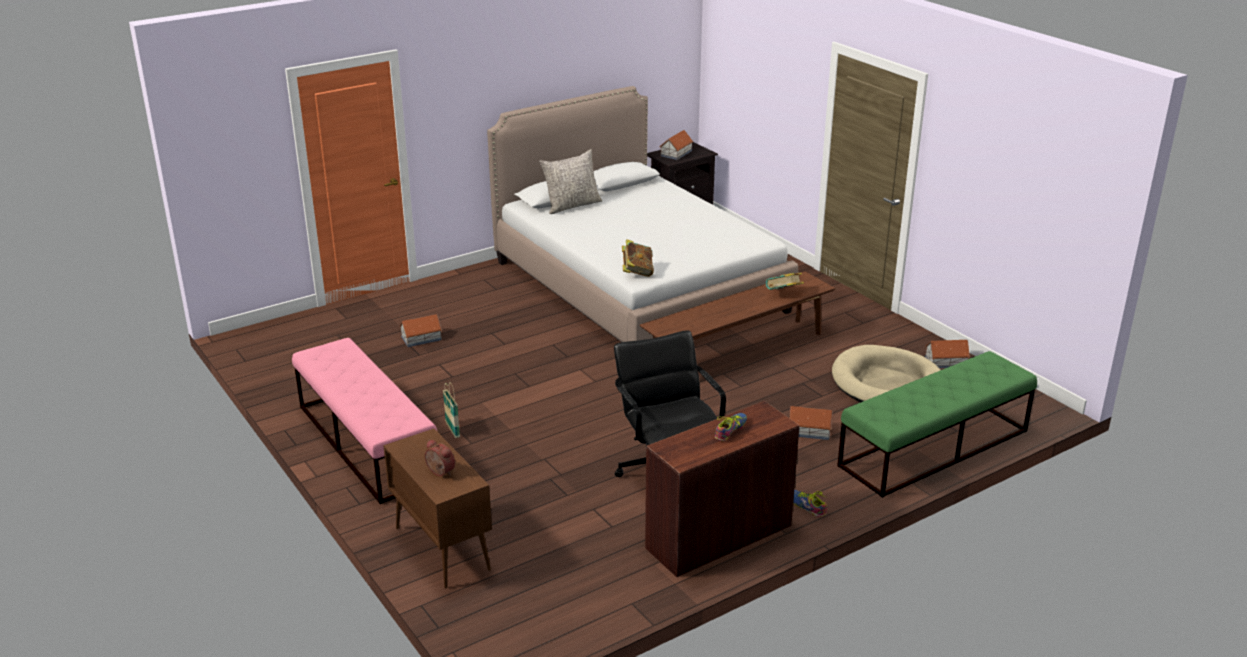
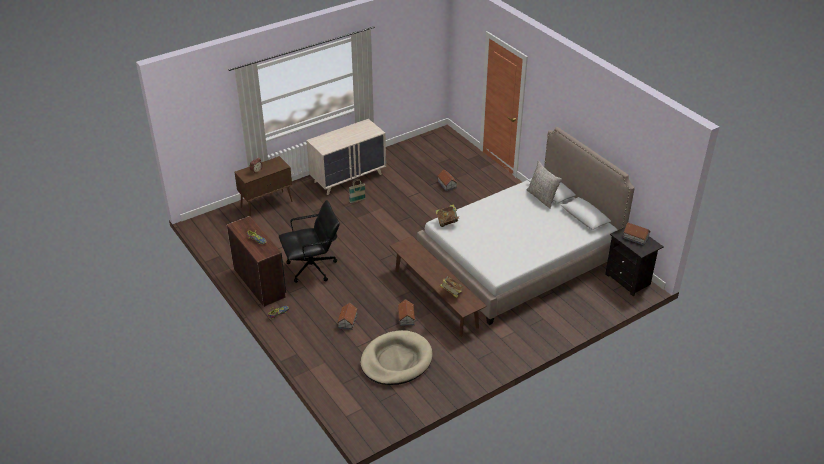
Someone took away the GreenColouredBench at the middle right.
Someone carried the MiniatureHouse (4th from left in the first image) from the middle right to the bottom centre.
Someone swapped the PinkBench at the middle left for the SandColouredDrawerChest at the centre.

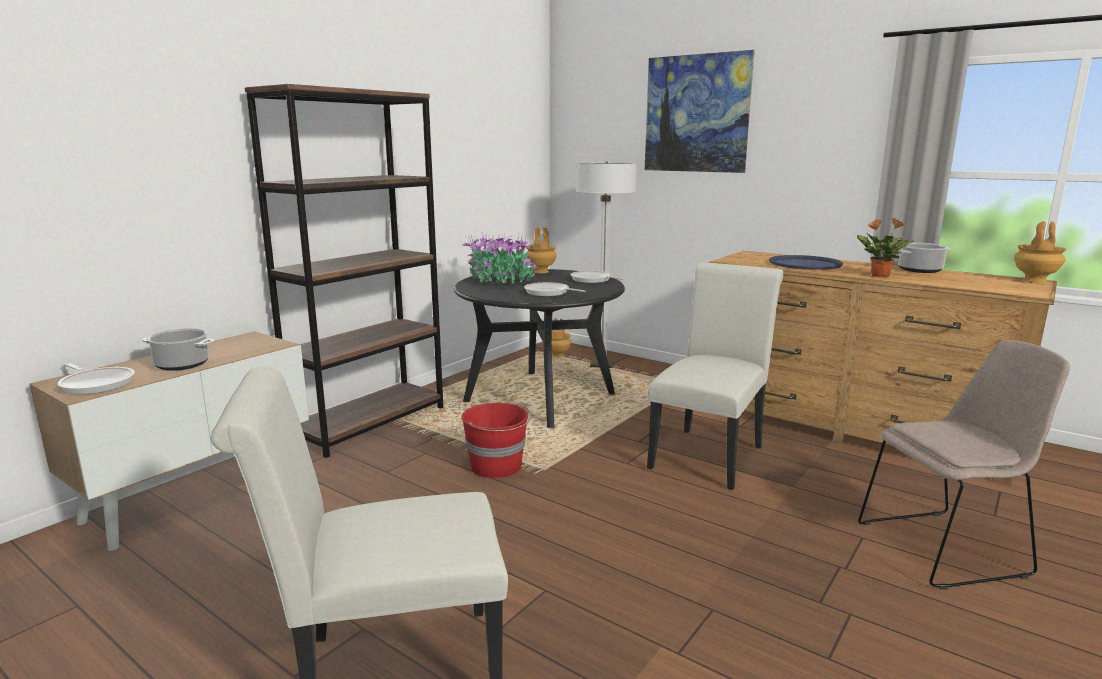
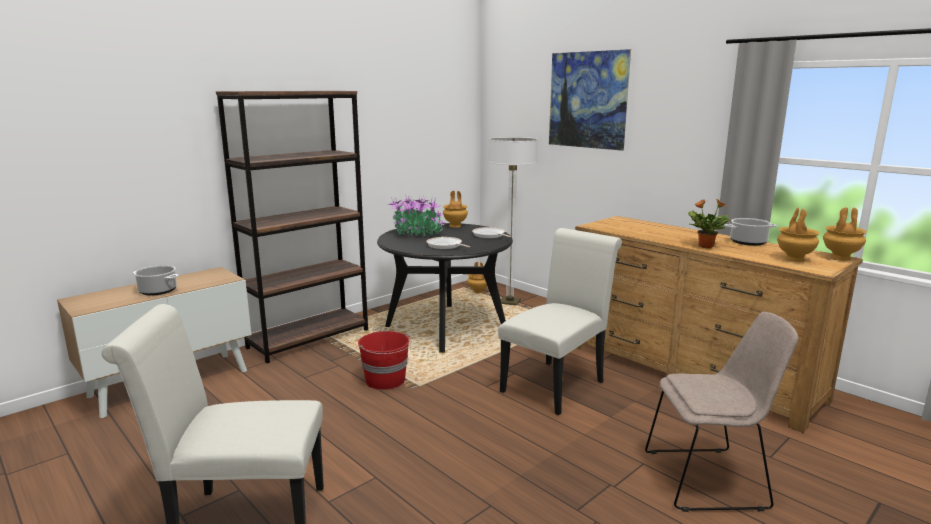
Someone took away the Skillet (1st from left) at the middle left.
Someone took away the BluishServingTray at the middle right.
Someone put down the BrownishDecorativeVase (3rd from left) at the middle right.

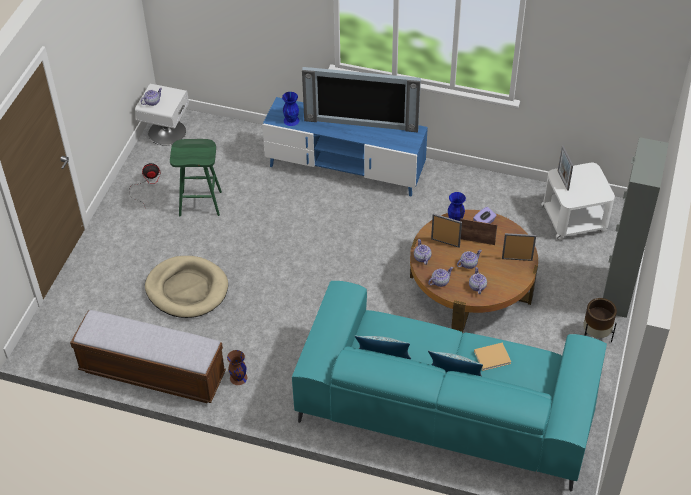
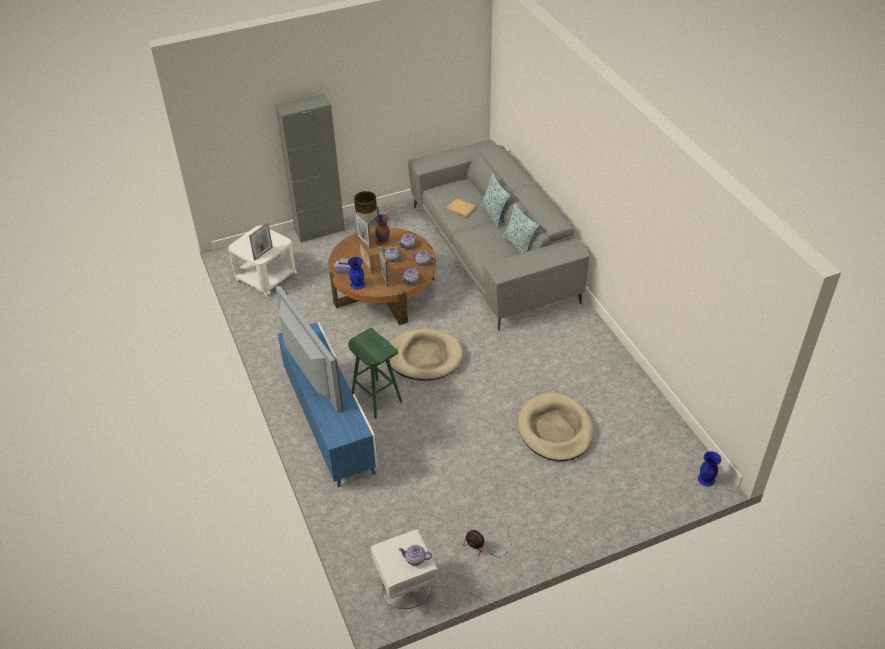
Someone took away the Bench at the bottom left.
Someone put down the SandColouredPetBed (1st from left) at the centre.
Someone carried the GreenColouredSittingStool from the middle left to the centre.
Someone carried the BrownishDecorativeVase from the bottom centre to the centre.
Someone carried the BluishDecorativeVase (1st from left in the first image) from the top centre to the bottom right.
Someone repainted the BlueGreenSofa at the bottom centre, which became the GreySofa at the centre.

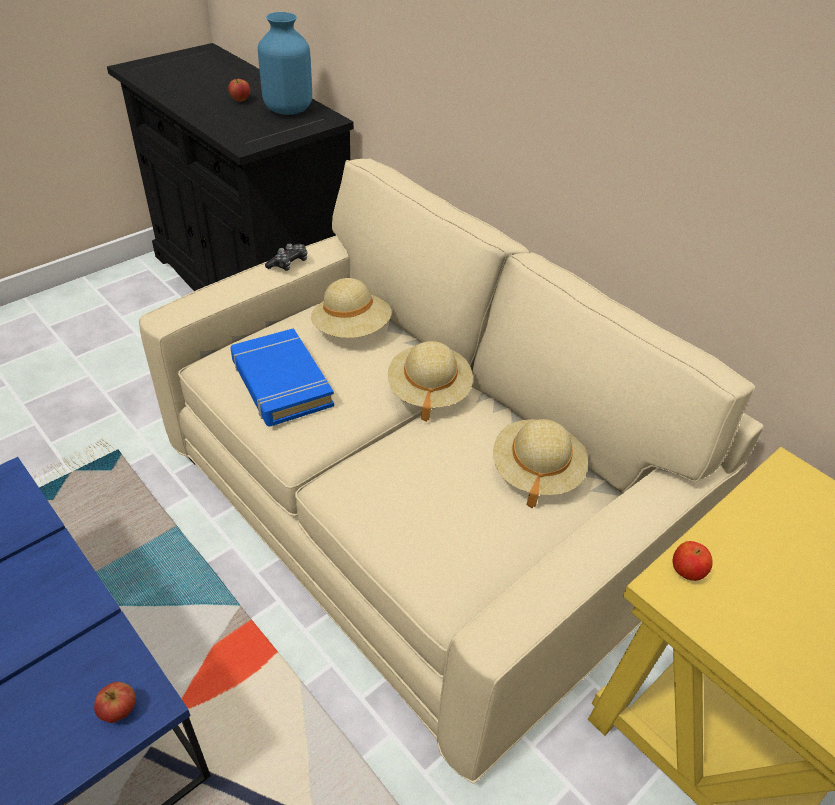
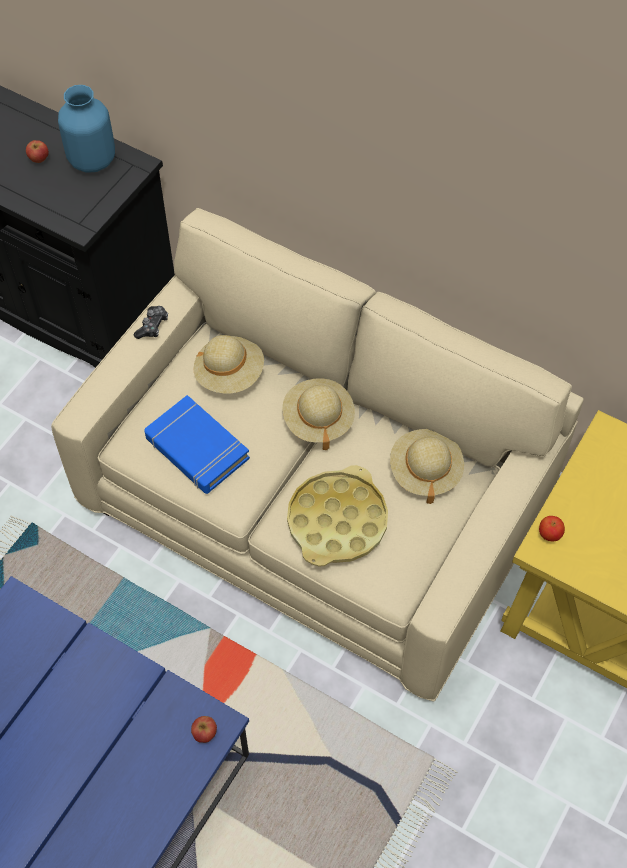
Someone put down the YellowServingTray at the centre.

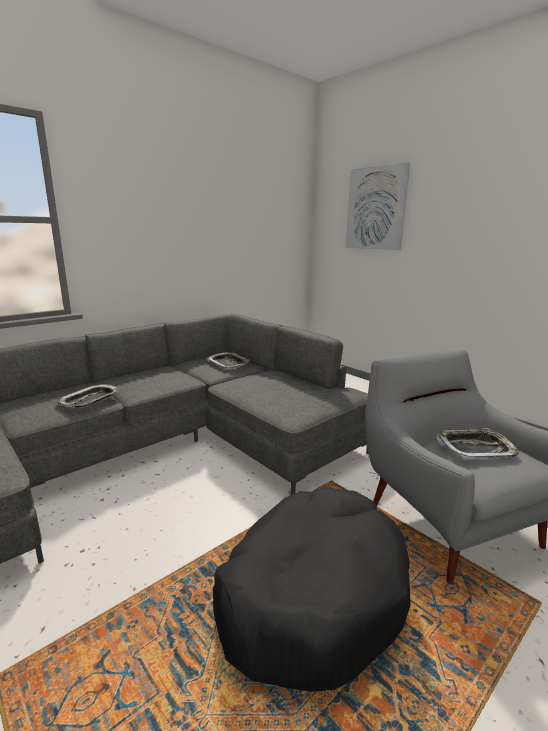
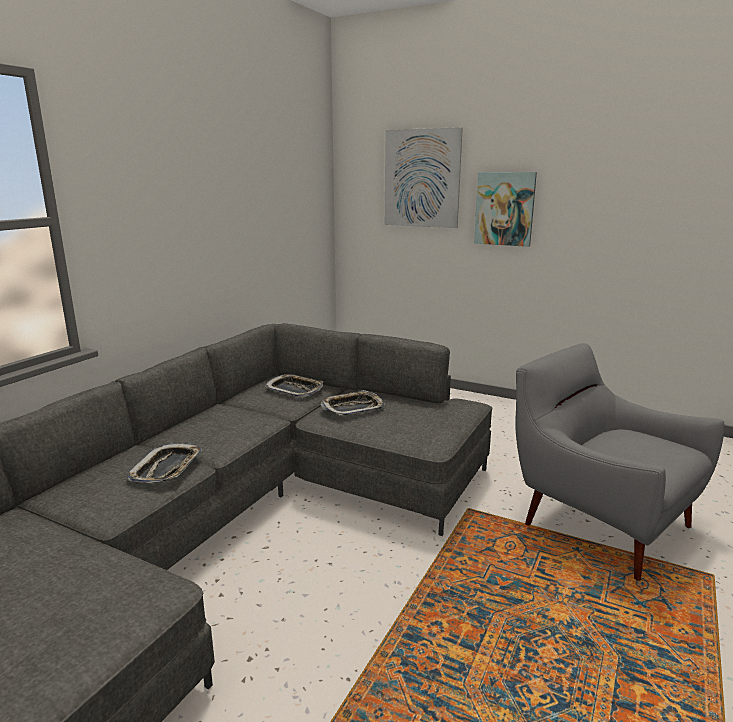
Someone took away the BlackishPetBed at the bottom centre.
Someone put up the WallPicture (2nd from left) at the top right.
Someone carried the ServingTray (3rd from left) from the middle right to the centre.

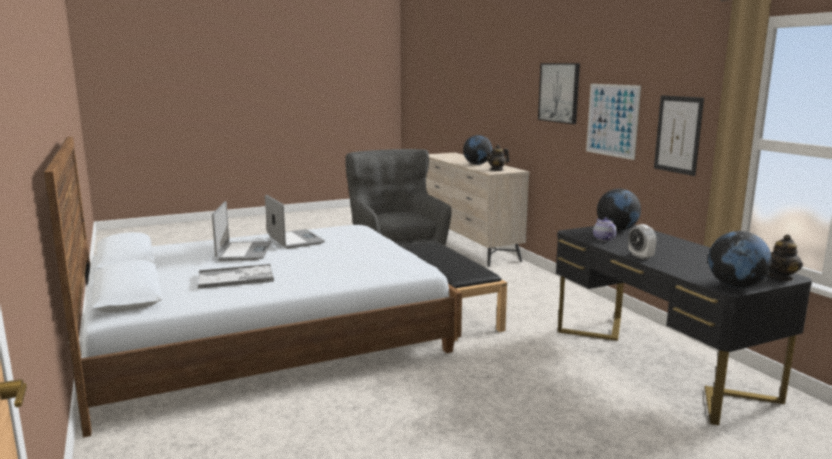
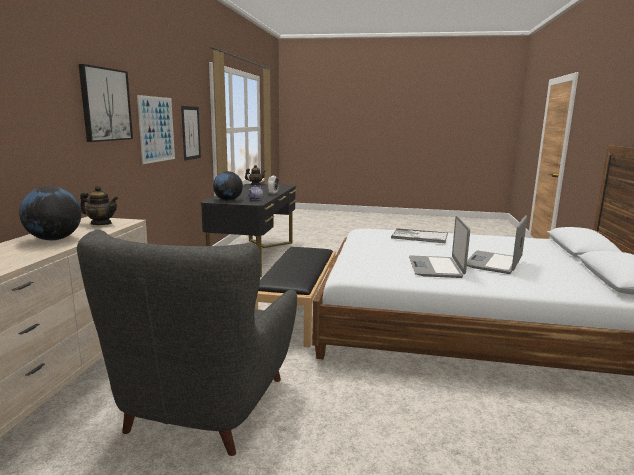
Someone took away the DeskGlobe (3rd from left) at the middle right.
Someone carried the ServingTray from the middle left to the centre.

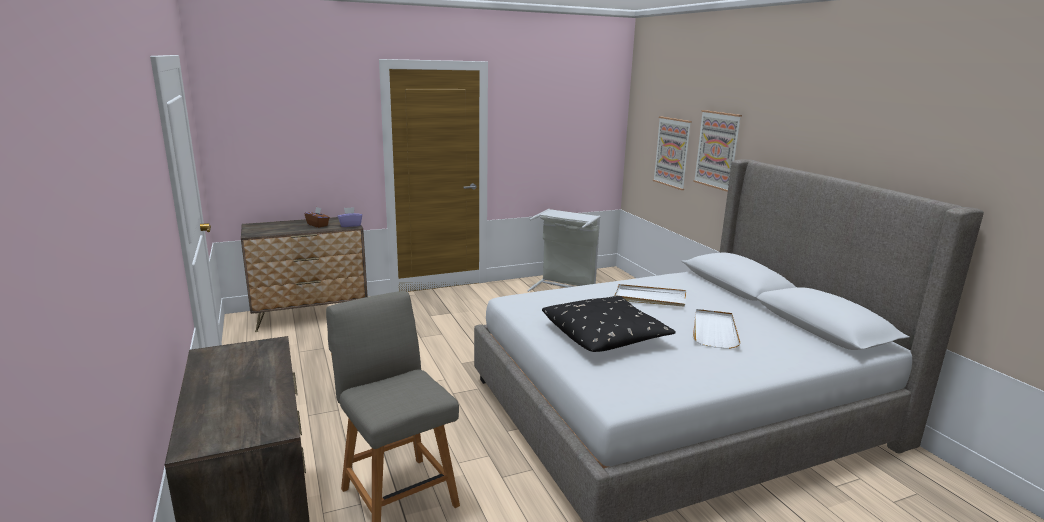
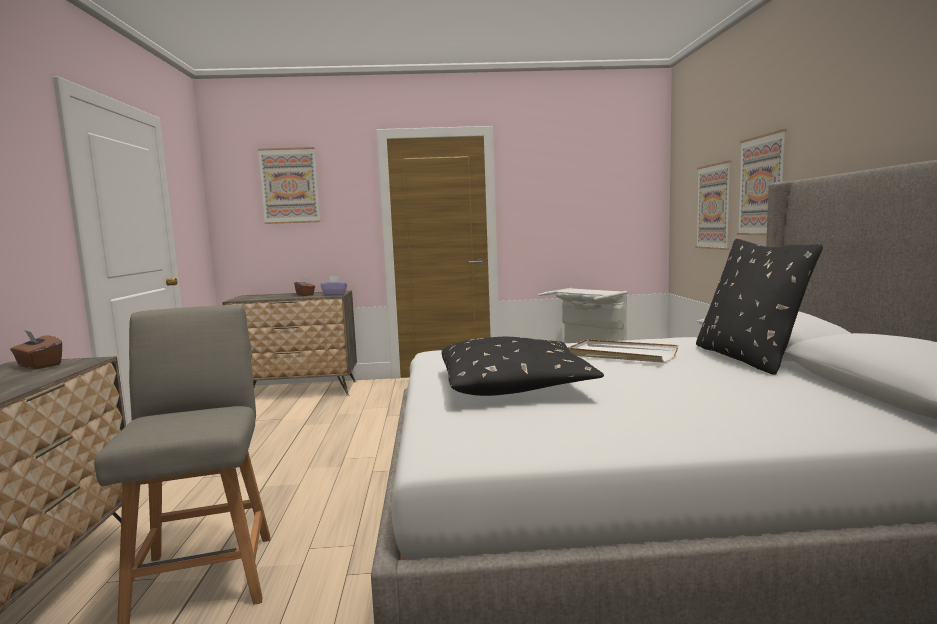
Someone took away the WhitishServingTray (2nd from left) at the middle right.
Someone put down the BrownishTissueBox (1st from left) at the middle left.
Someone put up the WallPicture (1st from left) at the top left.
Someone put down the BlackishPillow (2nd from left) at the middle right.

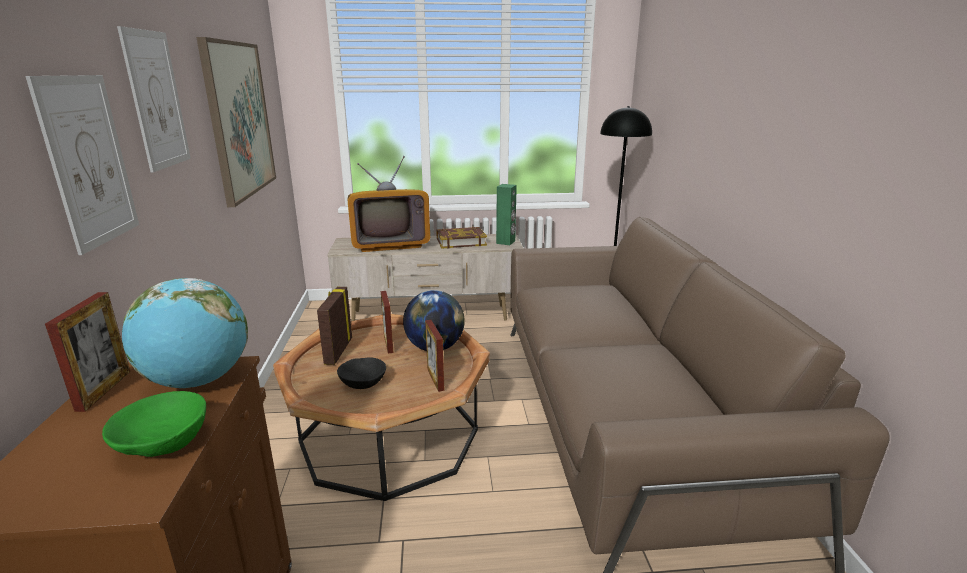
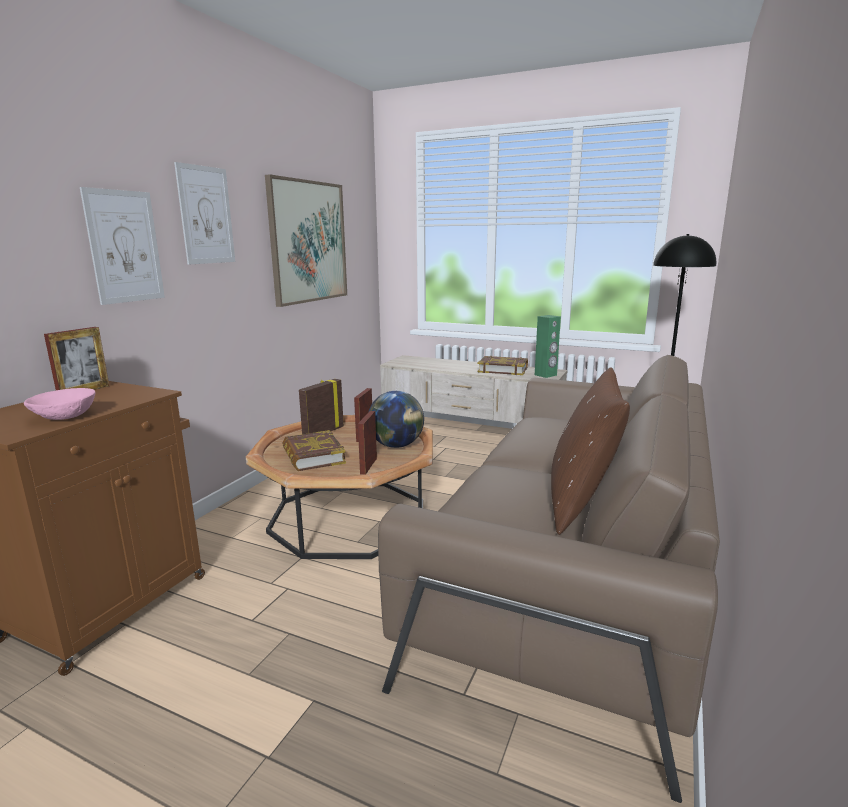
Someone took away the DeskGlobe (1st from left) at the middle left.
Someone took away the Tv at the centre.
Someone put down the BrownishPillow at the middle right.
Someone swapped the BlackishServingBowl at the centre for the Volume (1st from left) at the centre.
Someone repainted the GreenColouredServingBowl at the bottom left, which became the PinkServingBowl at the middle left.

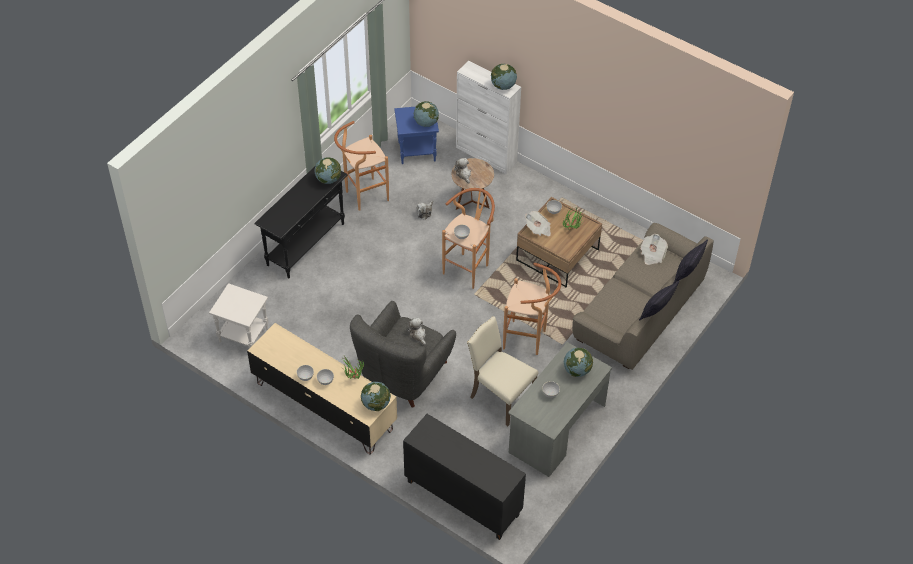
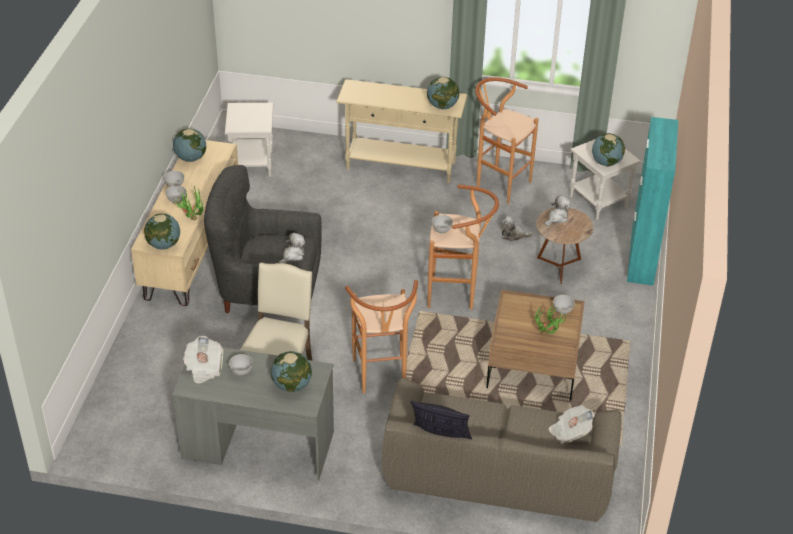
Someone took away the BlackishCabinet at the bottom centre.
Someone took away the Pillow (2nd from left) at the middle right.
Someone carried the DeskGlobe (4th from left in the first image) from the top centre to the top left.
Someone carried the Newspaper (1st from left) from the centre to the bottom left.
Someone repainted the BlackishHallTable at the middle left, which became the SandColouredHallTable at the top centre.
Someone repainted the BluishEndTable at the top centre, which became the WhitishEndTable (2nd from left) at the middle right.
Someone repainted the WhitishCabinet at the top centre, which became the BlueGreenCabinet at the middle right.

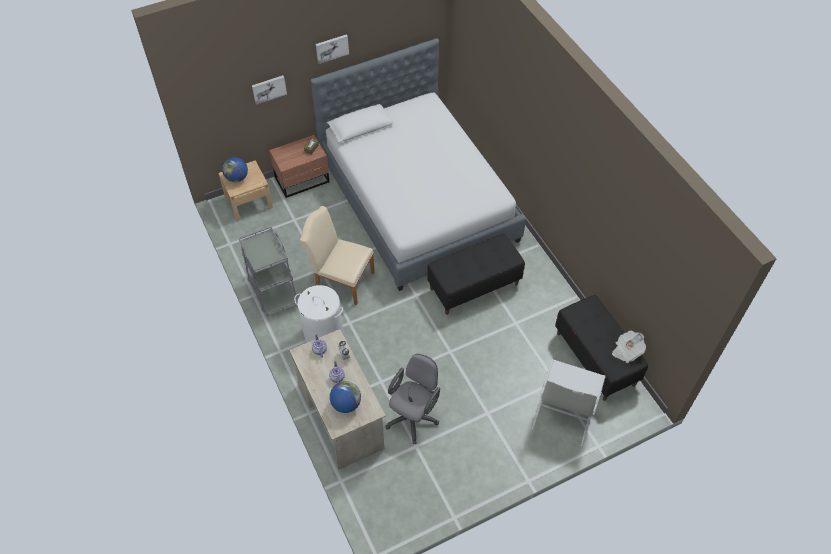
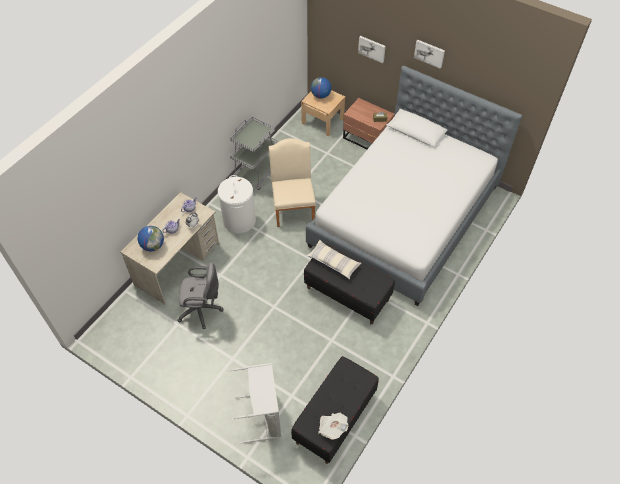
Someone put down the Pillow at the centre.

